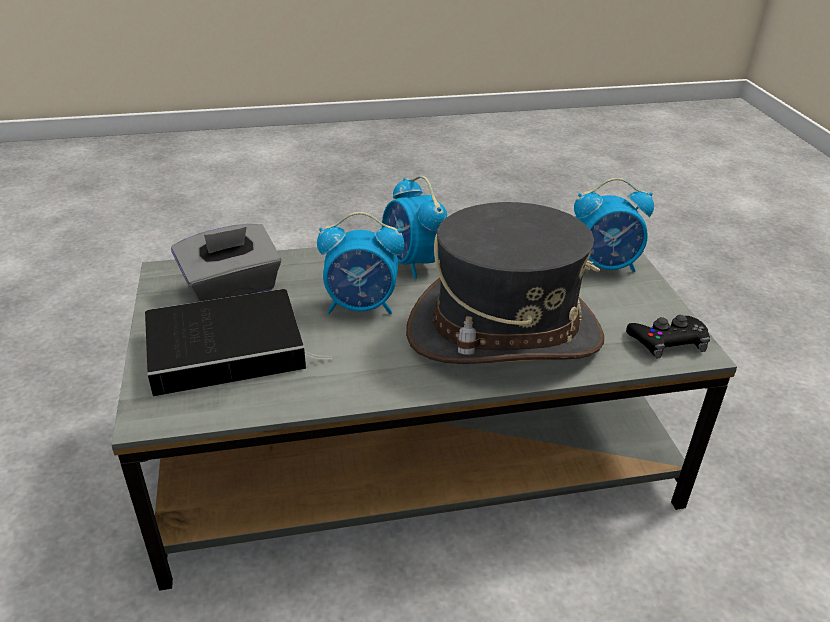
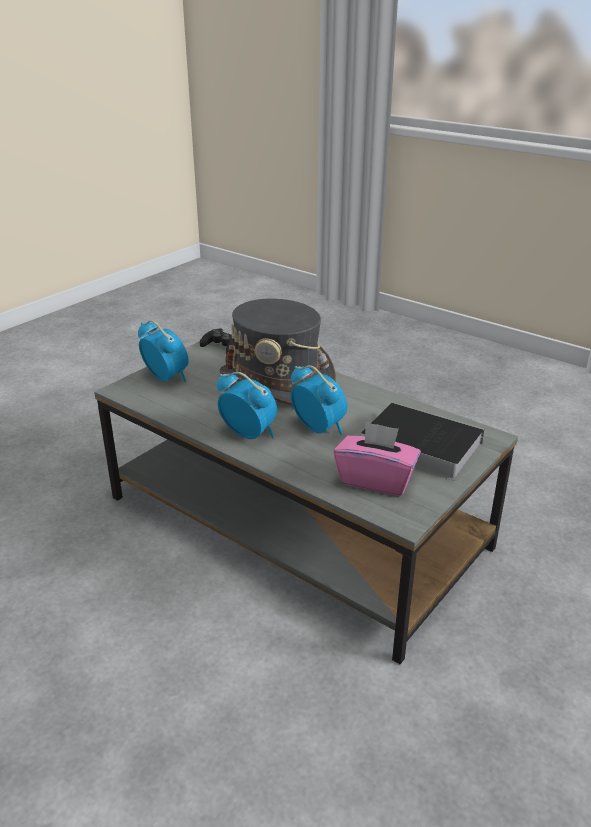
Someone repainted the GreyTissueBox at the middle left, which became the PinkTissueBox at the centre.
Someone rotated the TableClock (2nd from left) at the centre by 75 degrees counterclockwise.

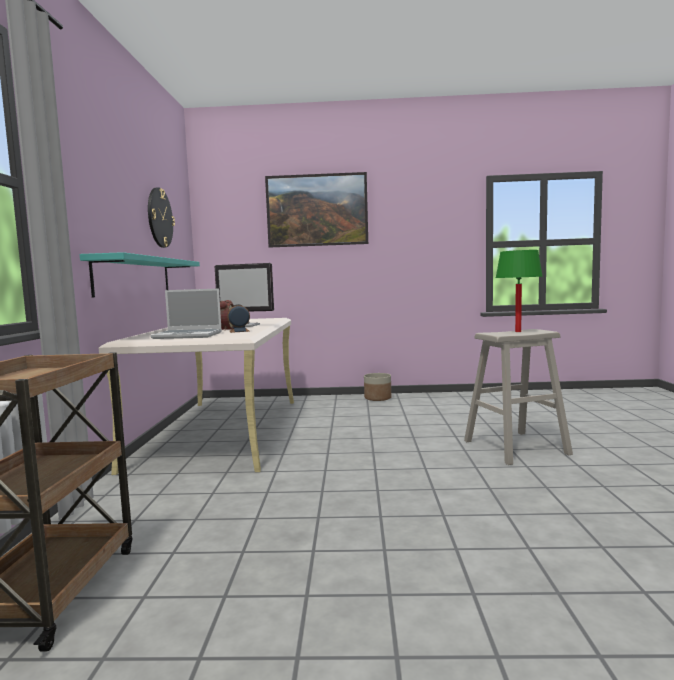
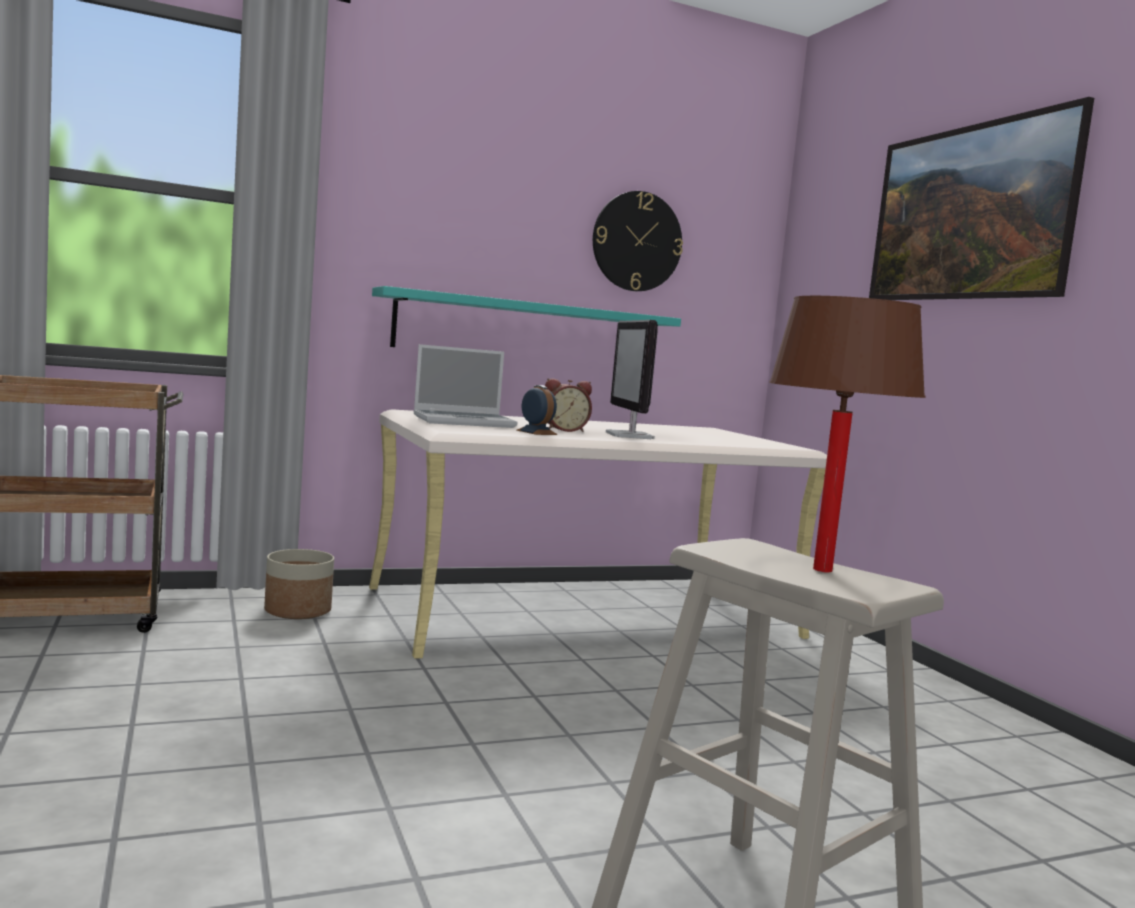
Someone carried the FlowerPot from the centre to the middle left.
Someone repainted the GreenColouredTableLamp at the middle right, which became the BrownishTableLamp at the middle right.
Someone rotated the PortableComputer at the middle left by 90 degrees counterclockwise.

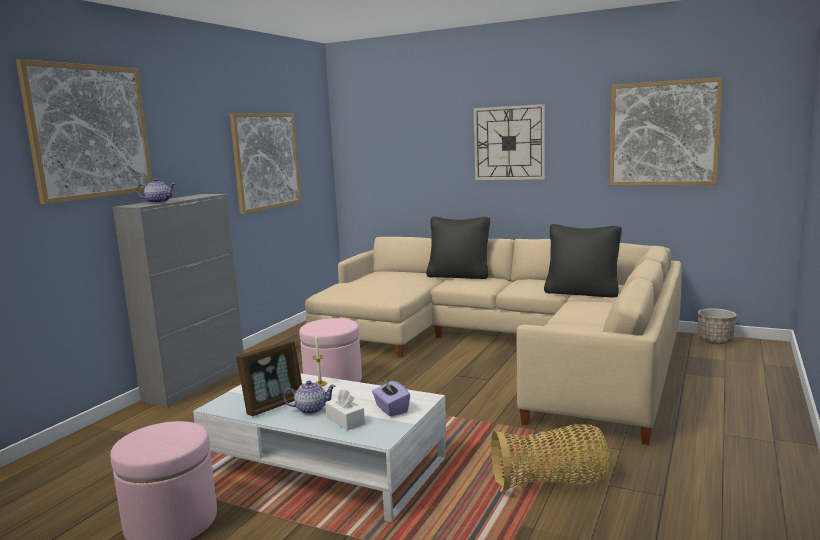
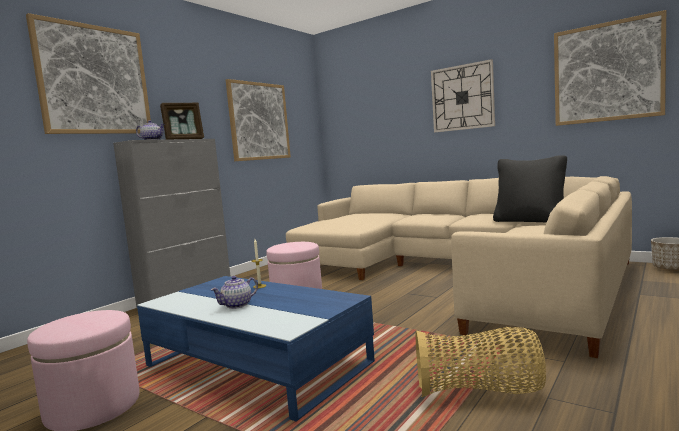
Someone took away the WhitishTissueBox at the bottom centre.
Someone took away the PurplishTissueBox at the bottom centre.
Someone took away the BlackishPillow (1st from left) at the centre.
Someone carried the StandingFrame from the bottom left to the top left.
Someone repainted the WhitishLoungeTable at the bottom centre, which became the BluishLoungeTable at the bottom centre.
Someone rotated the Teapot (2nd from left) at the bottom centre by 135 degrees clockwise.

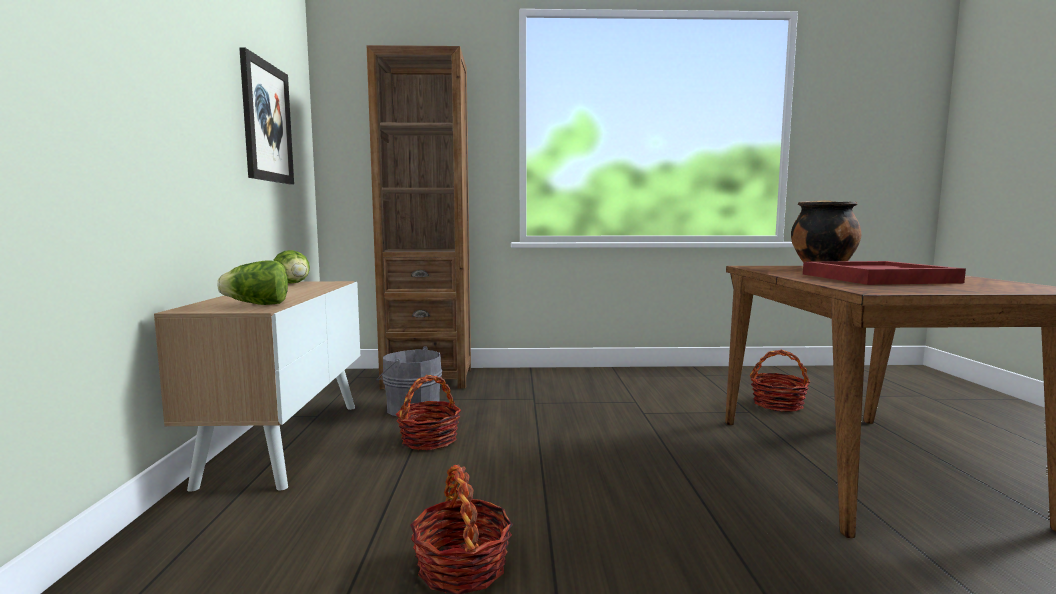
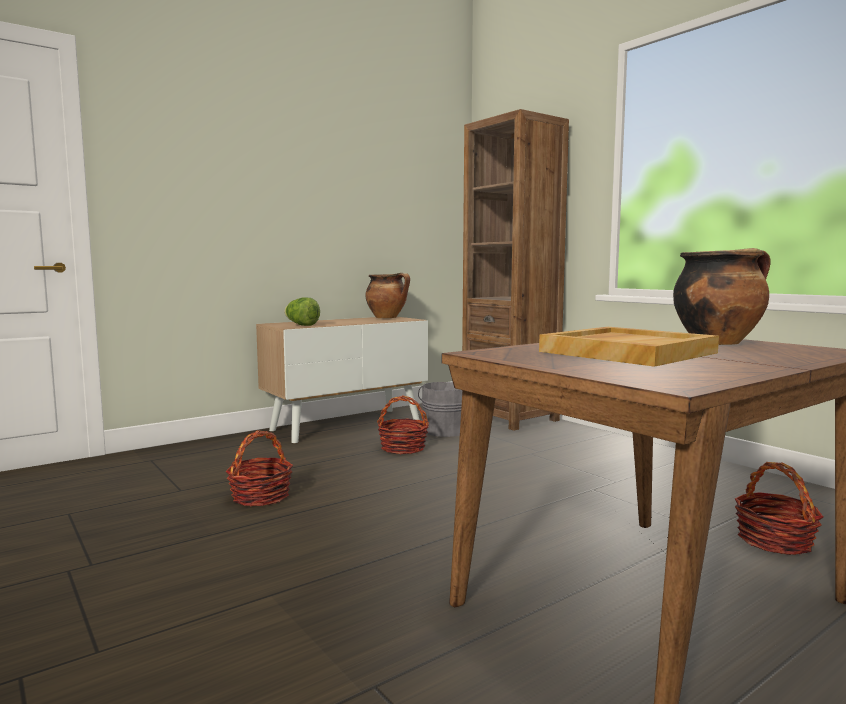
Someone took away the WallPicture at the top left.
Someone swapped the HeadOfLettuce (2nd from left) at the middle left for the Saucepot (1st from left) at the centre.
Someone repainted the ReddishServingTray at the middle right, which became the SandColouredServingTray at the middle right.

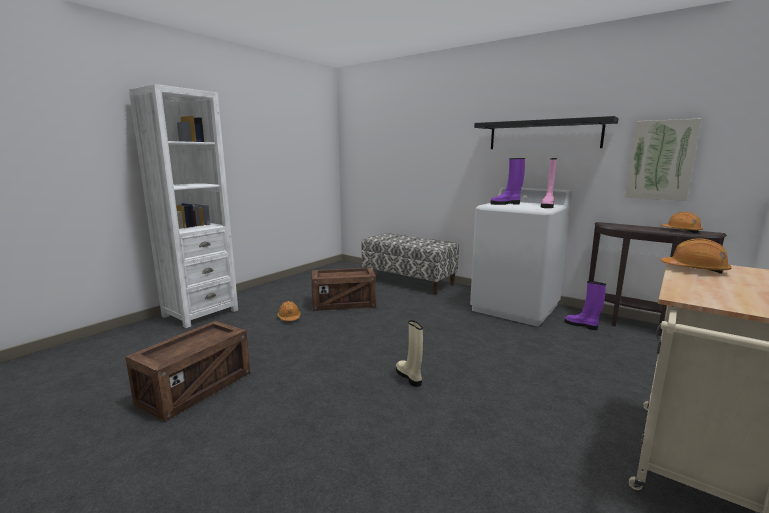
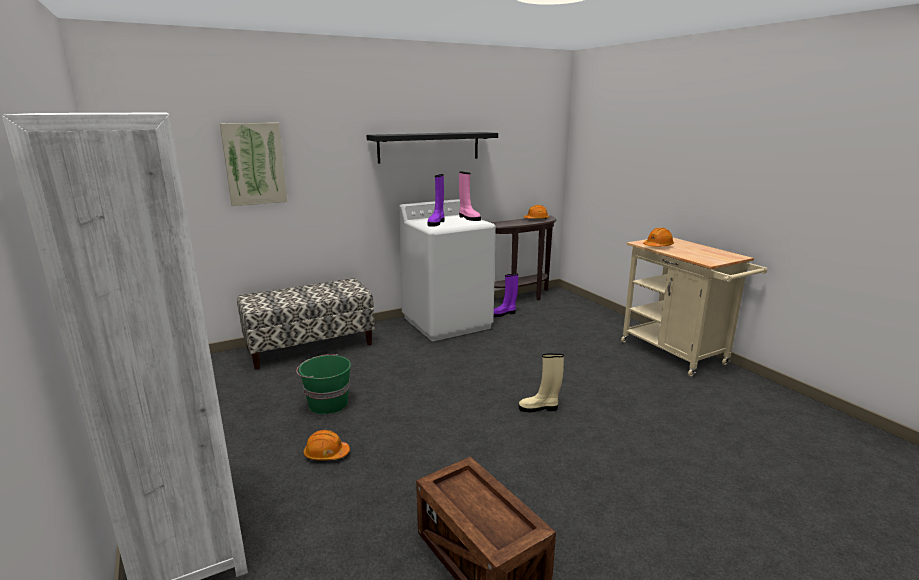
Someone carried the WallPicture from the top right to the top left.
Someone swapped the PackingCrate (2nd from left) at the centre for the GreenColouredWaterBucket at the centre.

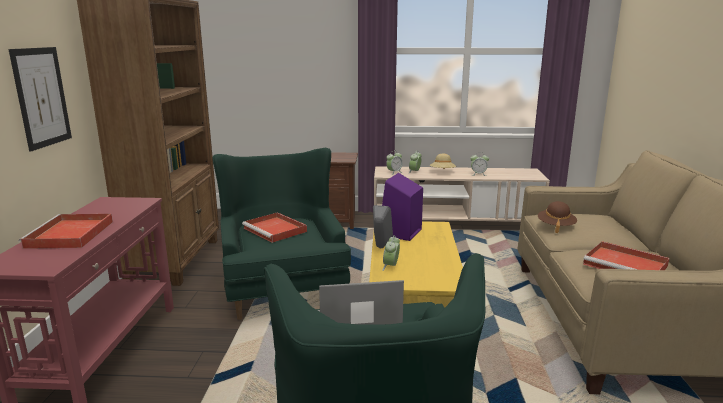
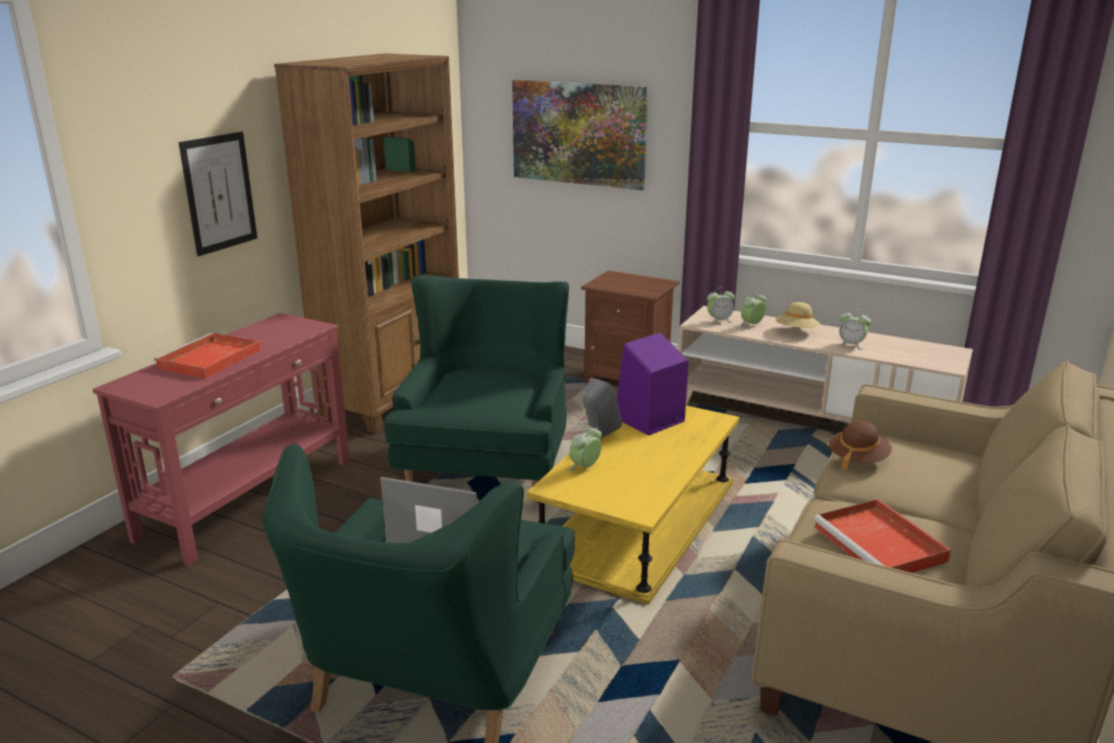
Someone took away the ReddishServingTray (2nd from left) at the centre.
Someone put up the WallPicture (2nd from left) at the top centre.

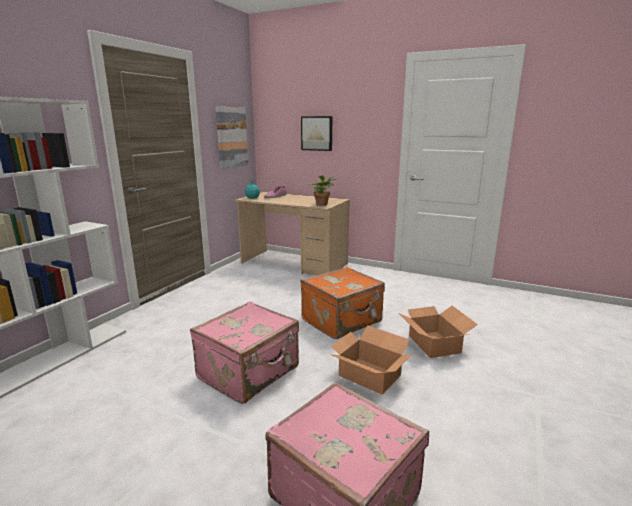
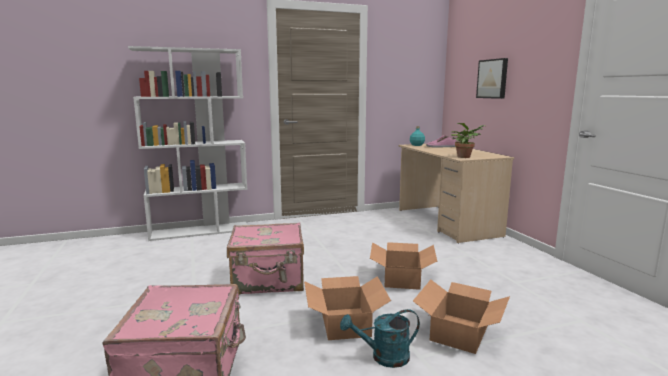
Someone took away the WallPicture (1st from left) at the top centre.
Someone put down the BlueGreenWateringCan at the bottom centre.
Someone swapped the OrangeySuitcase at the centre for the CardboardBox (2nd from left) at the bottom centre.

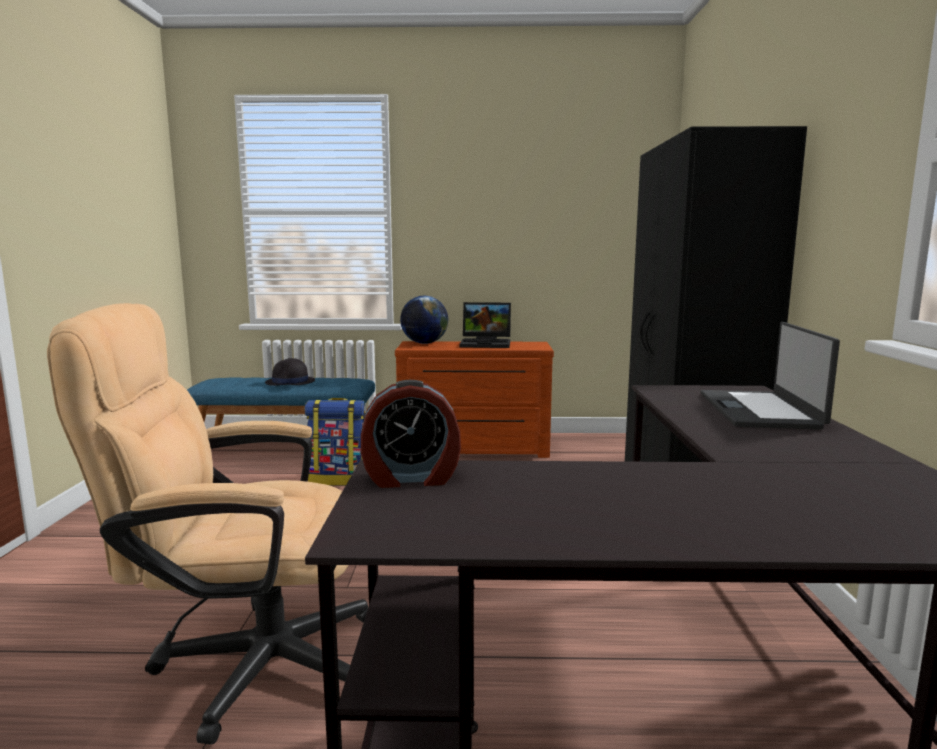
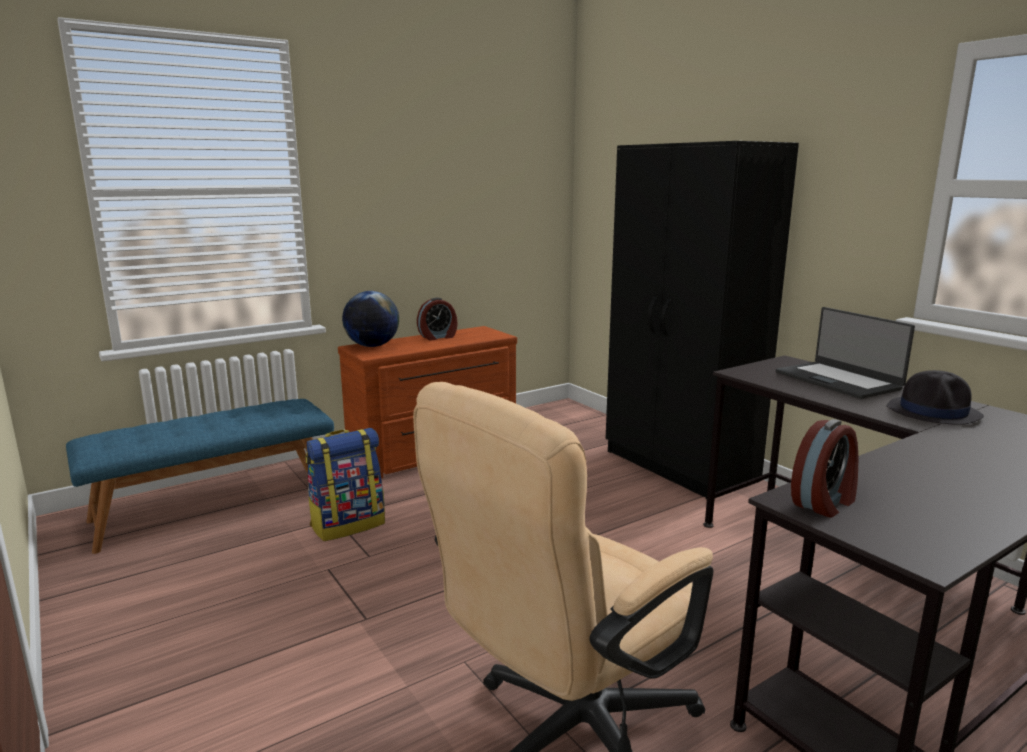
Someone carried the BlackishWearableHat from the middle left to the middle right.
Someone swapped the PortableComputer (1st from left) at the centre for the TableClock (1st from left) at the centre.

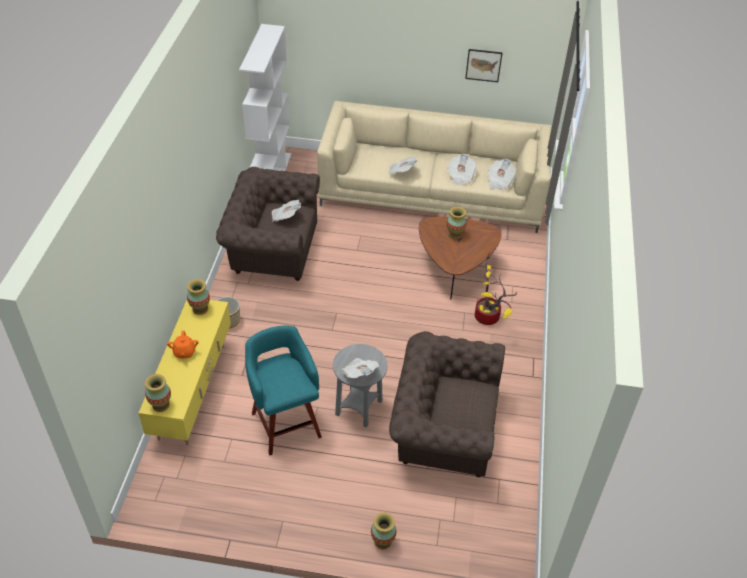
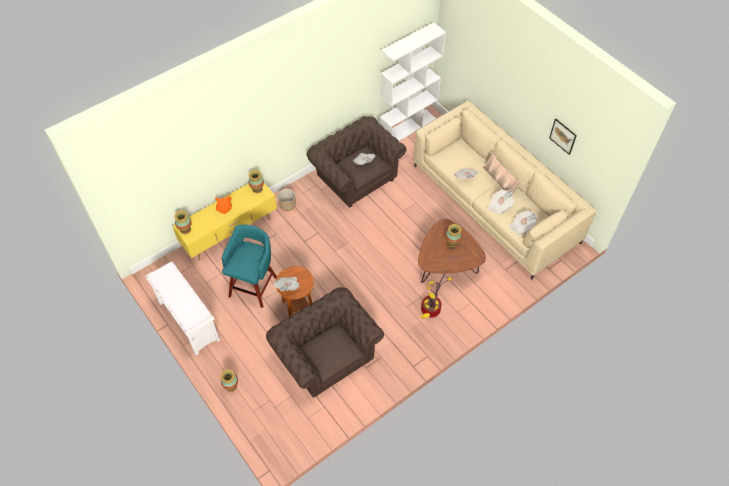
Someone put down the WhitishBench at the middle left.
Someone put down the Pillow at the middle right.
Someone repainted the GreyEndTable at the bottom centre, which became the BrownishEndTable at the centre.

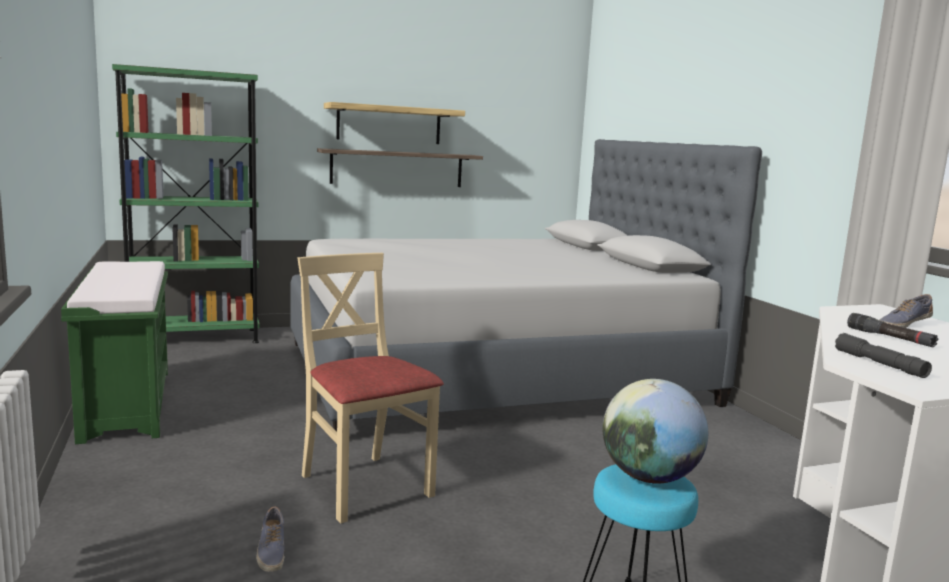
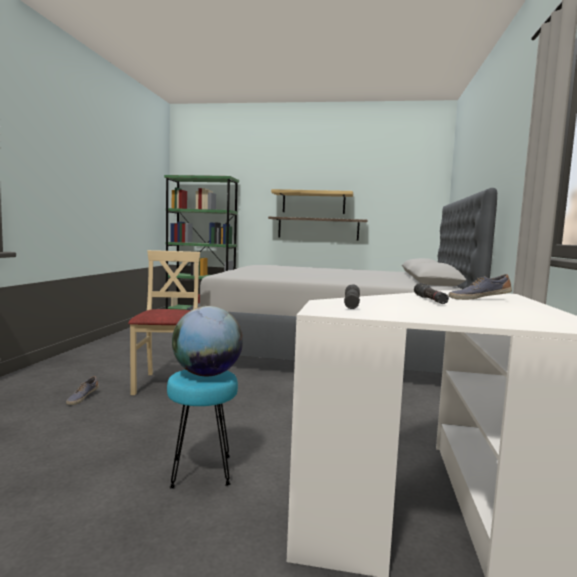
Someone took away the GreenColouredBench at the middle left.

